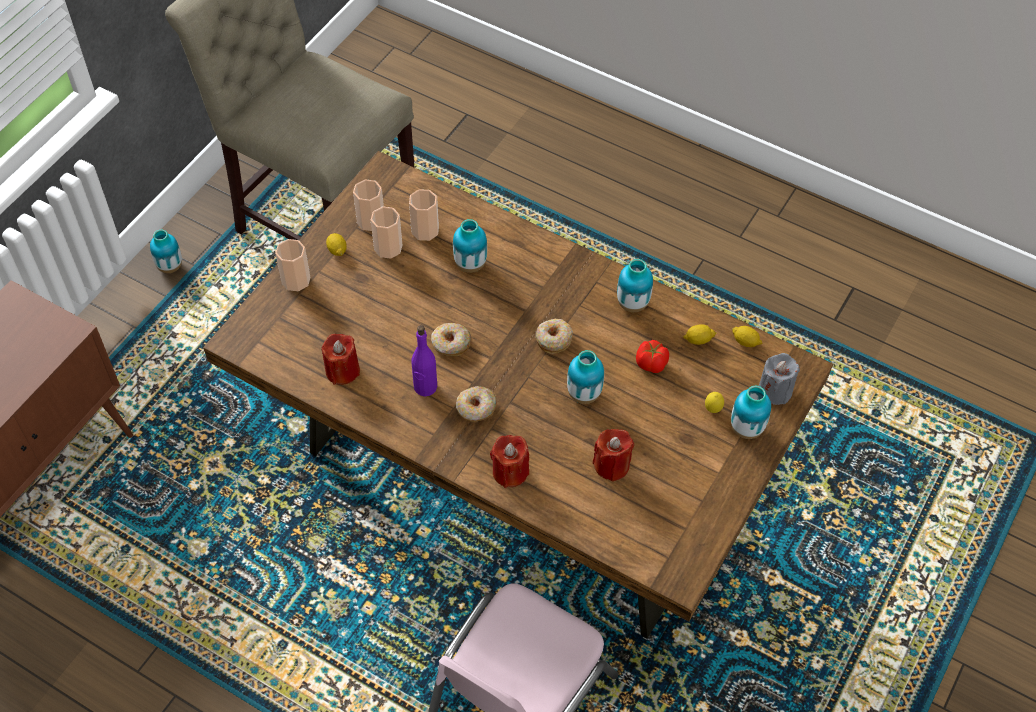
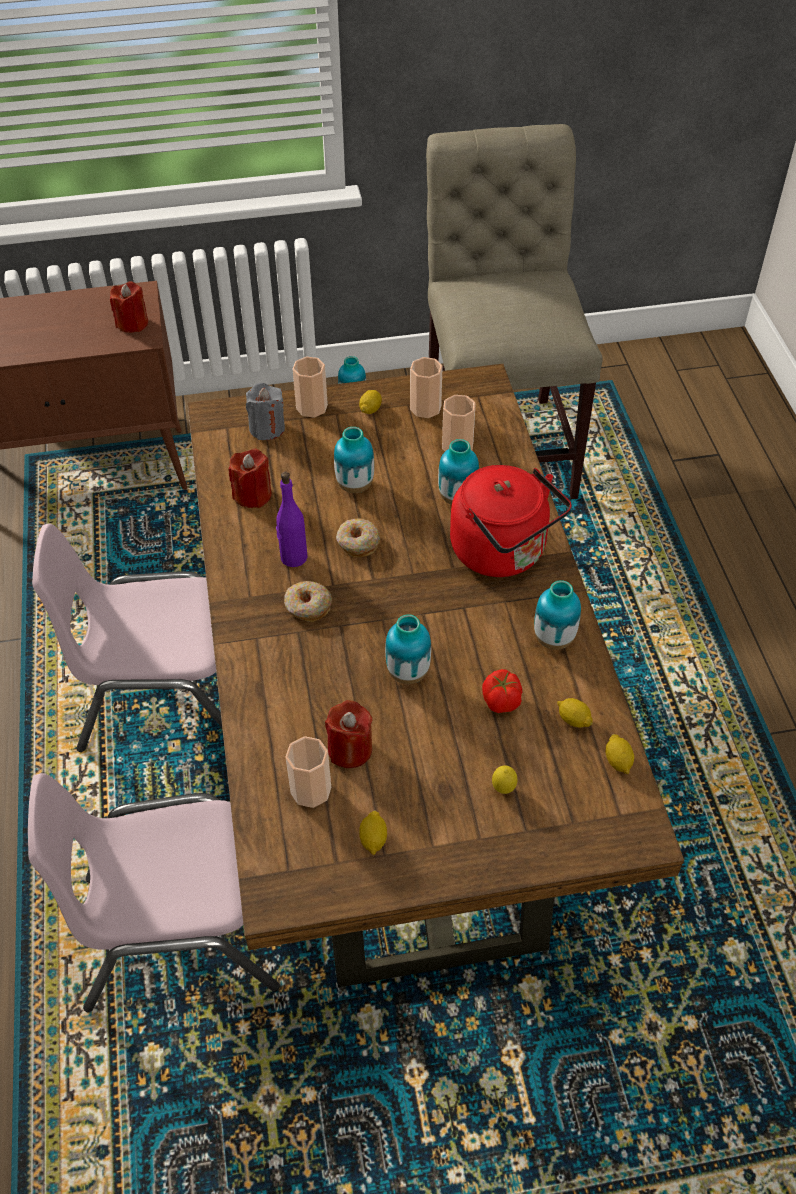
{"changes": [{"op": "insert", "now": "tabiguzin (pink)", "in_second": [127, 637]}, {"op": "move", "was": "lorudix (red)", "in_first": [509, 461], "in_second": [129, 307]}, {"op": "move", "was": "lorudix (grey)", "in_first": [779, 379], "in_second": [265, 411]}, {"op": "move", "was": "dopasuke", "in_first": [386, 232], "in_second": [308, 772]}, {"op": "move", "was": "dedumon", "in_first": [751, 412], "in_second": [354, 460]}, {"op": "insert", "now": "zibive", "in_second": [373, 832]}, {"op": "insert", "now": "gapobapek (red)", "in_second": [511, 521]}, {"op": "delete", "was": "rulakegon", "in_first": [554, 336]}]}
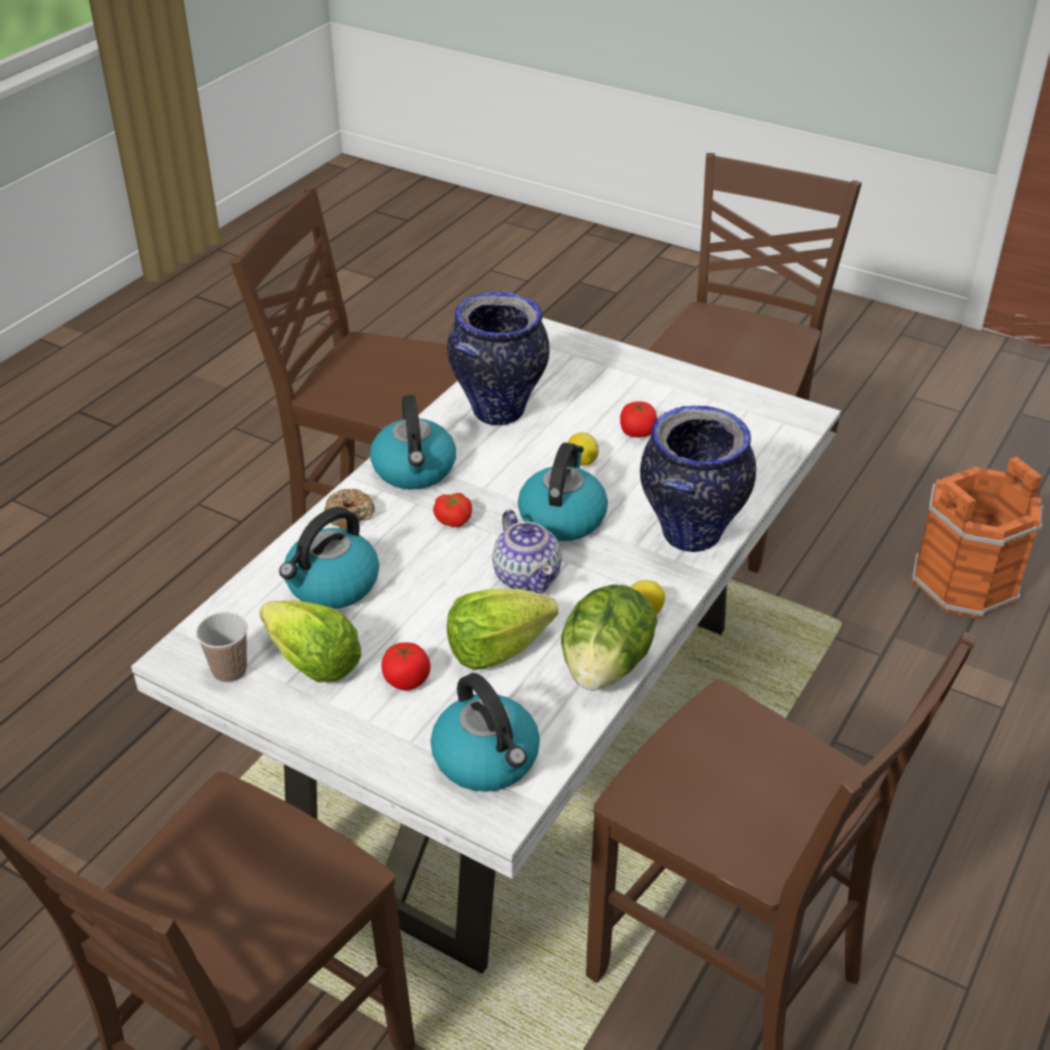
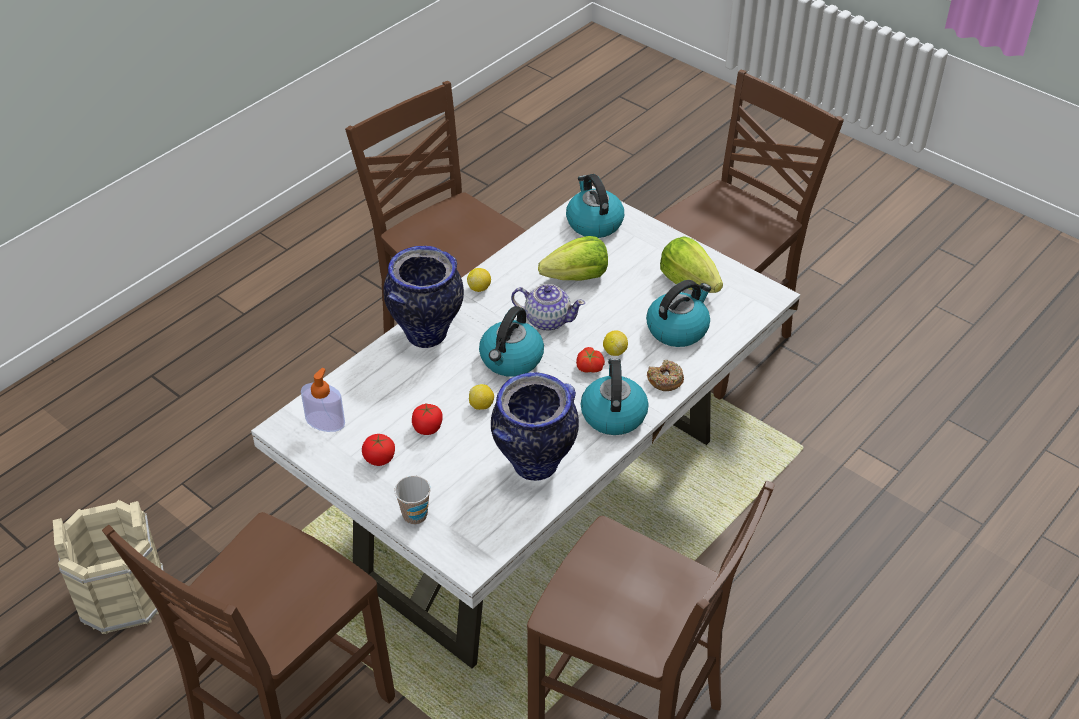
{"changes": [{"op": "recolor", "was": "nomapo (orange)", "now": "nomapo (beige)", "in_first": [978, 538], "in_second": [108, 567]}, {"op": "insert", "now": "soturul", "in_second": [323, 400]}, {"op": "move", "was": "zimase", "in_first": [406, 666], "in_second": [378, 450]}, {"op": "move", "was": "dopasuke", "in_first": [222, 647], "in_second": [412, 500]}, {"op": "rotate", "was": "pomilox", "in_first": [527, 551], "in_second": [548, 307], "clockwise": 120}, {"op": "insert", "now": "zibive", "in_second": [615, 343]}, {"op": "delete", "was": "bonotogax", "in_first": [609, 637]}]}
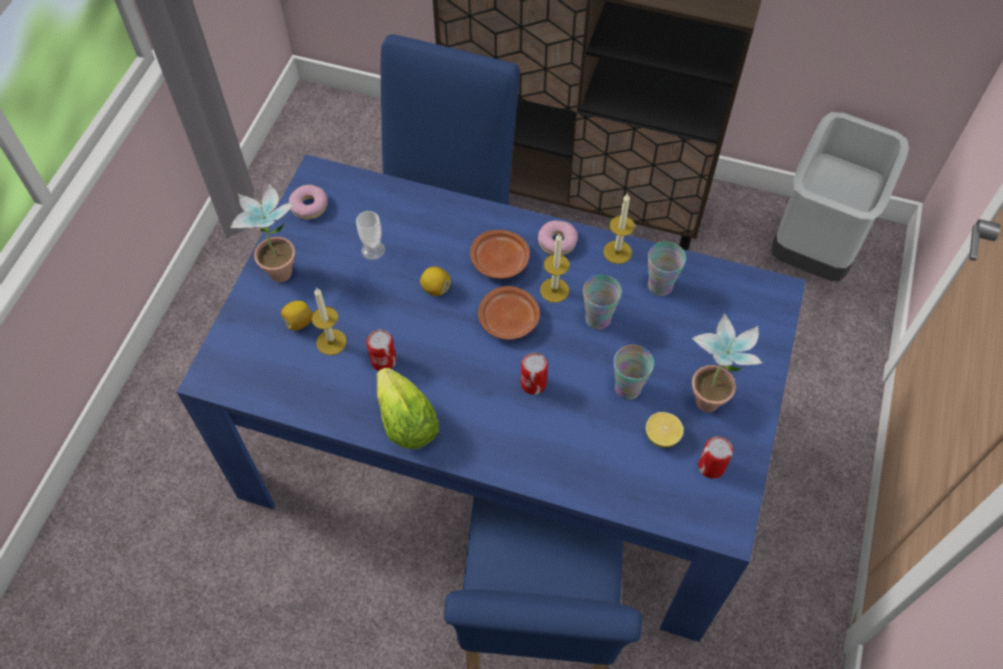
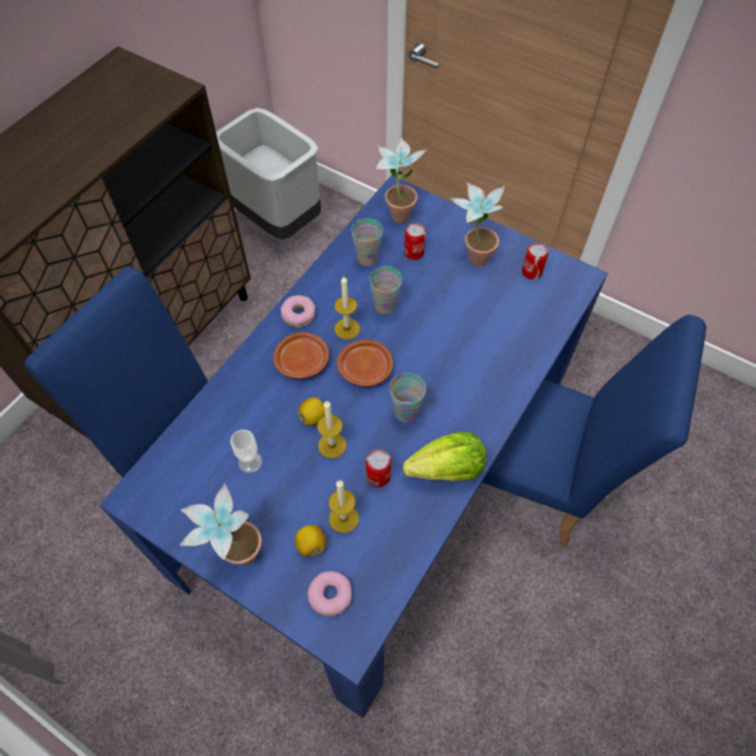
{"changes": [{"op": "move", "was": "rulakegon", "in_first": [308, 202], "in_second": [330, 594]}, {"op": "move", "was": "lorudix", "in_first": [619, 228], "in_second": [331, 430]}, {"op": "insert", "now": "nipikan", "in_second": [401, 180]}, {"op": "move", "was": "dopasuke", "in_first": [634, 372], "in_second": [408, 397]}, {"op": "move", "was": "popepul", "in_first": [534, 373], "in_second": [415, 241]}, {"op": "delete", "was": "zibive", "in_first": [665, 429]}]}
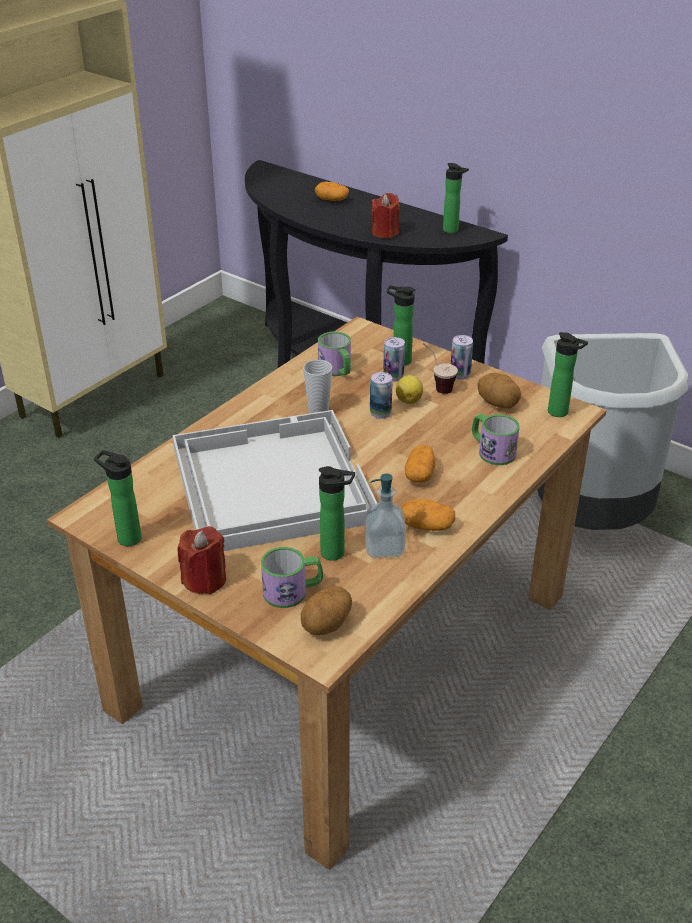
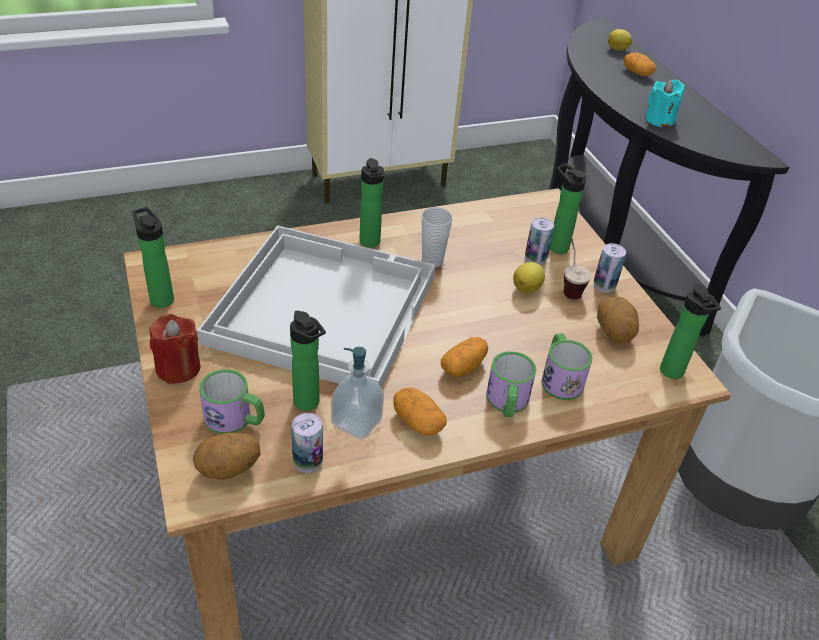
{"changes": [{"op": "move", "was": "popepul", "in_first": [381, 395], "in_second": [307, 443]}, {"op": "move", "was": "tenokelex", "in_first": [456, 198], "in_second": [371, 203]}, {"op": "move", "was": "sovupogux", "in_first": [334, 354], "in_second": [511, 384]}, {"op": "insert", "now": "zibive", "in_second": [620, 40]}, {"op": "recolor", "was": "lorudix (red)", "now": "lorudix (turquoise)", "in_first": [385, 215], "in_second": [665, 103]}]}
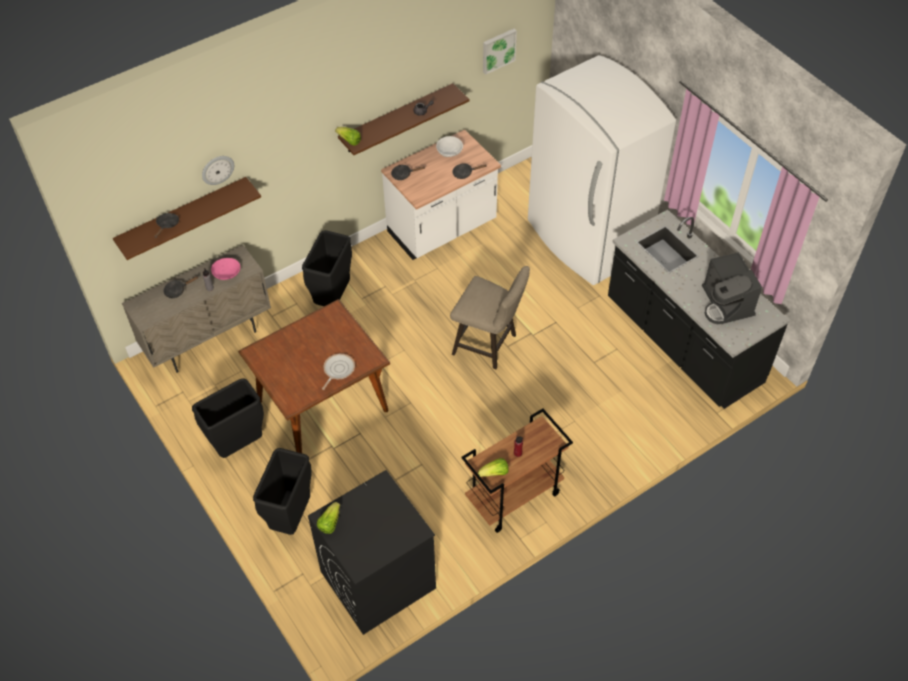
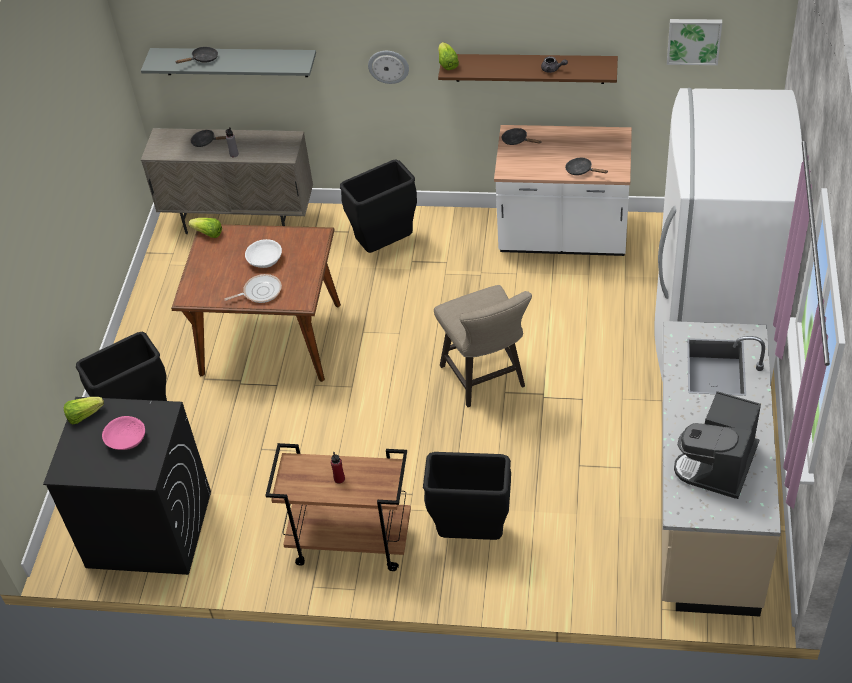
{"changes": [{"op": "move", "was": "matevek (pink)", "in_first": [225, 269], "in_second": [123, 433]}, {"op": "recolor", "was": "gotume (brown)", "now": "gotume (grey)", "in_first": [187, 218], "in_second": [228, 62]}, {"op": "move", "was": "bonotogax", "in_first": [493, 467], "in_second": [205, 228]}, {"op": "move", "was": "matevek (white)", "in_first": [449, 146], "in_second": [263, 253]}, {"op": "move", "was": "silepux", "in_first": [218, 170], "in_second": [388, 67]}, {"op": "move", "was": "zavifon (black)", "in_first": [228, 418], "in_second": [467, 496]}, {"op": "recolor", "was": "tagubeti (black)", "now": "tagubeti (beige)", "in_first": [699, 309], "in_second": [721, 468]}]}
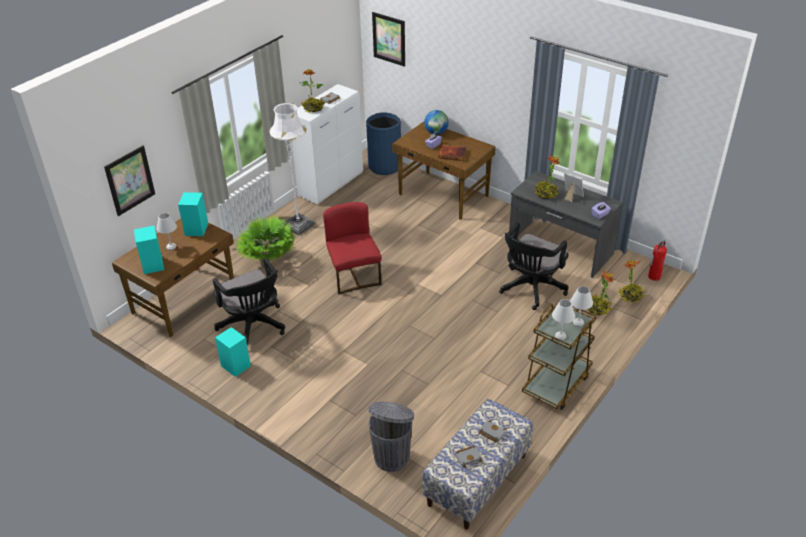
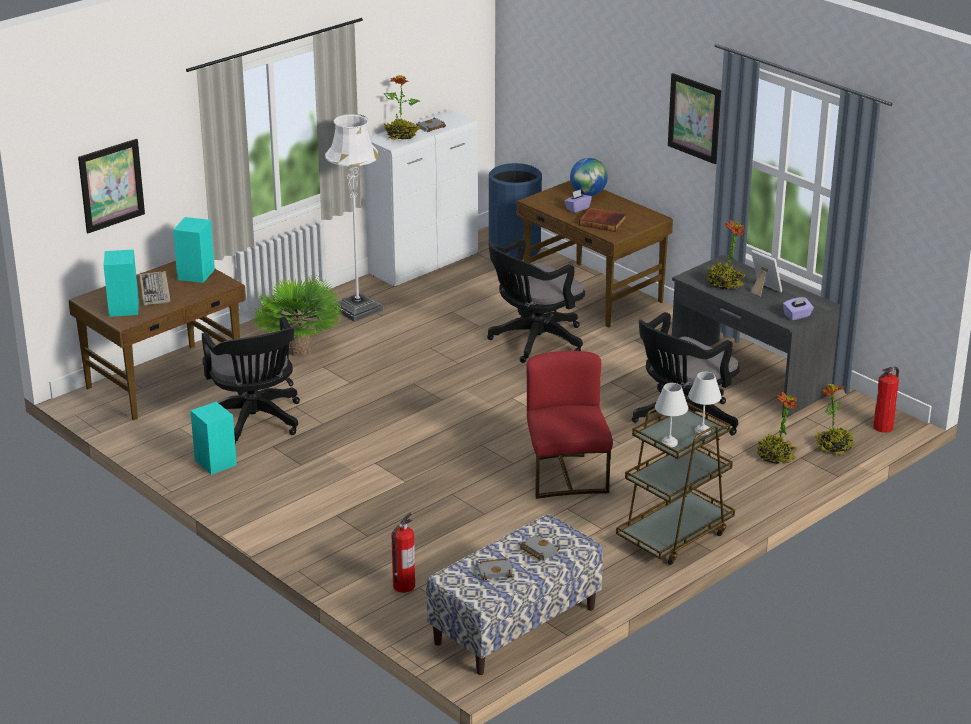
{"changes": [{"op": "replace", "was": "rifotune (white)", "now": "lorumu", "in_first": [167, 231], "in_second": [154, 288]}, {"op": "replace", "was": "zavifon (grey)", "now": "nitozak", "in_first": [391, 436], "in_second": [403, 553]}, {"op": "insert", "now": "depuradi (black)", "in_second": [536, 300]}, {"op": "move", "was": "tabiguzin (red)", "in_first": [352, 248], "in_second": [570, 425]}, {"op": "move", "was": "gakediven", "in_first": [388, 39], "in_second": [694, 118]}]}
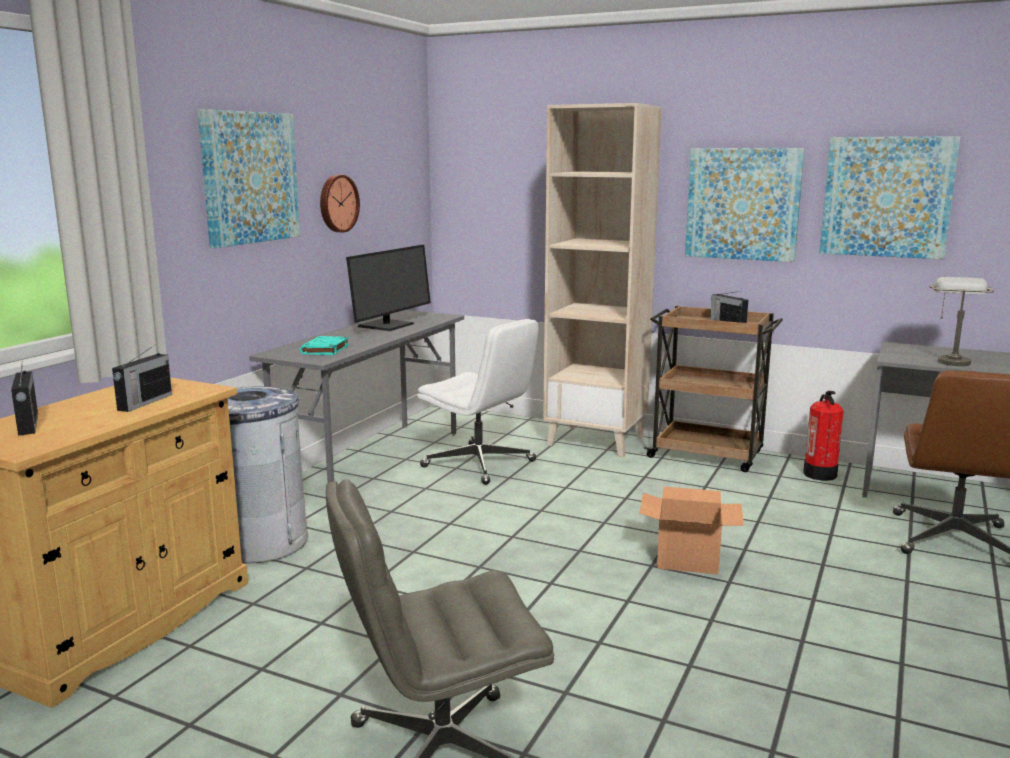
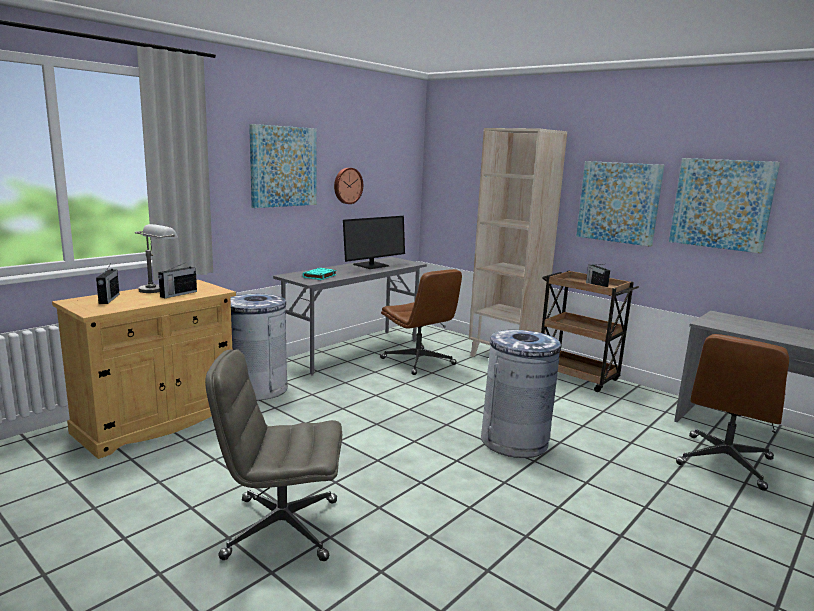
{"changes": [{"op": "move", "was": "rifotune (grey)", "in_first": [962, 321], "in_second": [156, 258]}, {"op": "recolor", "was": "depuradi (white)", "now": "depuradi (brown)", "in_first": [477, 402], "in_second": [421, 322]}, {"op": "replace", "was": "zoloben", "now": "zavifon (grey)", "in_first": [691, 530], "in_second": [521, 394]}, {"op": "delete", "was": "nitozak", "in_first": [823, 436]}]}
